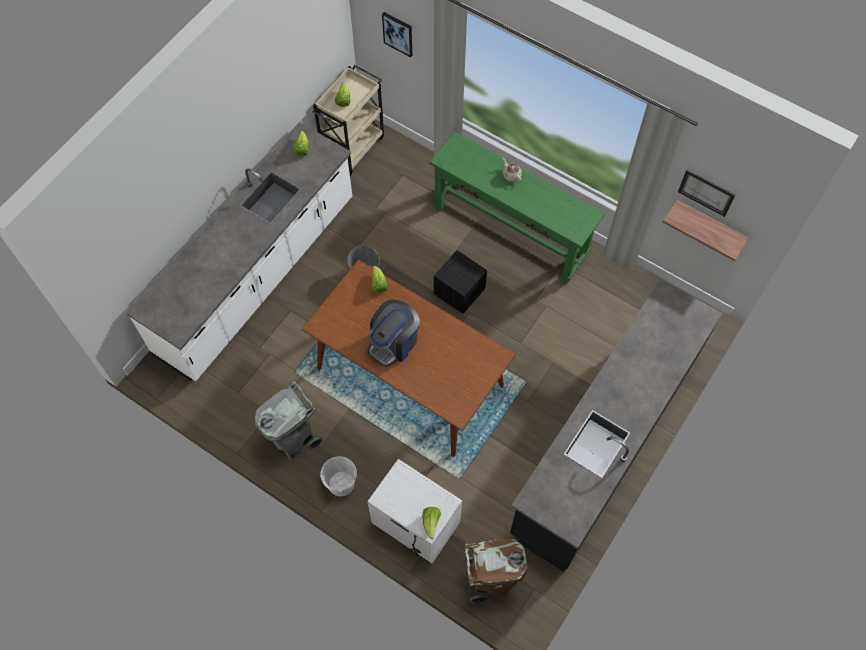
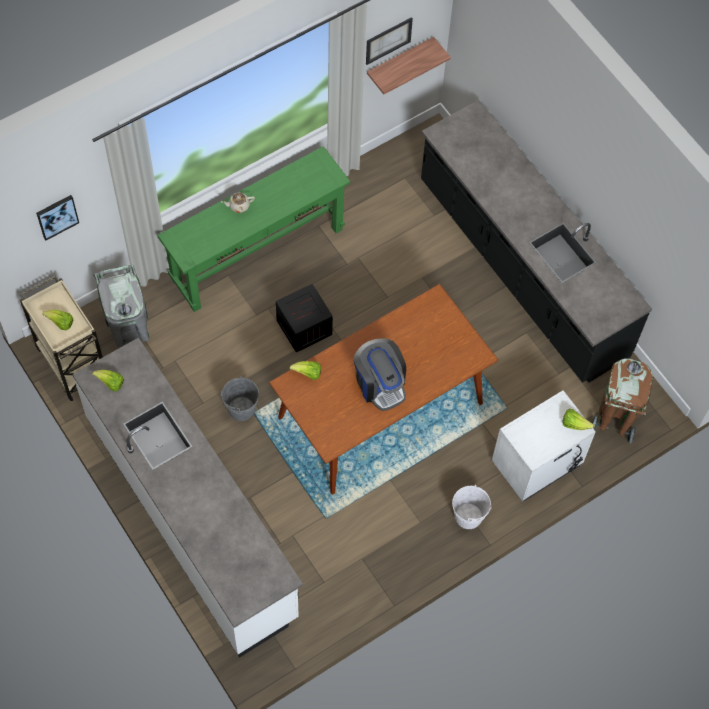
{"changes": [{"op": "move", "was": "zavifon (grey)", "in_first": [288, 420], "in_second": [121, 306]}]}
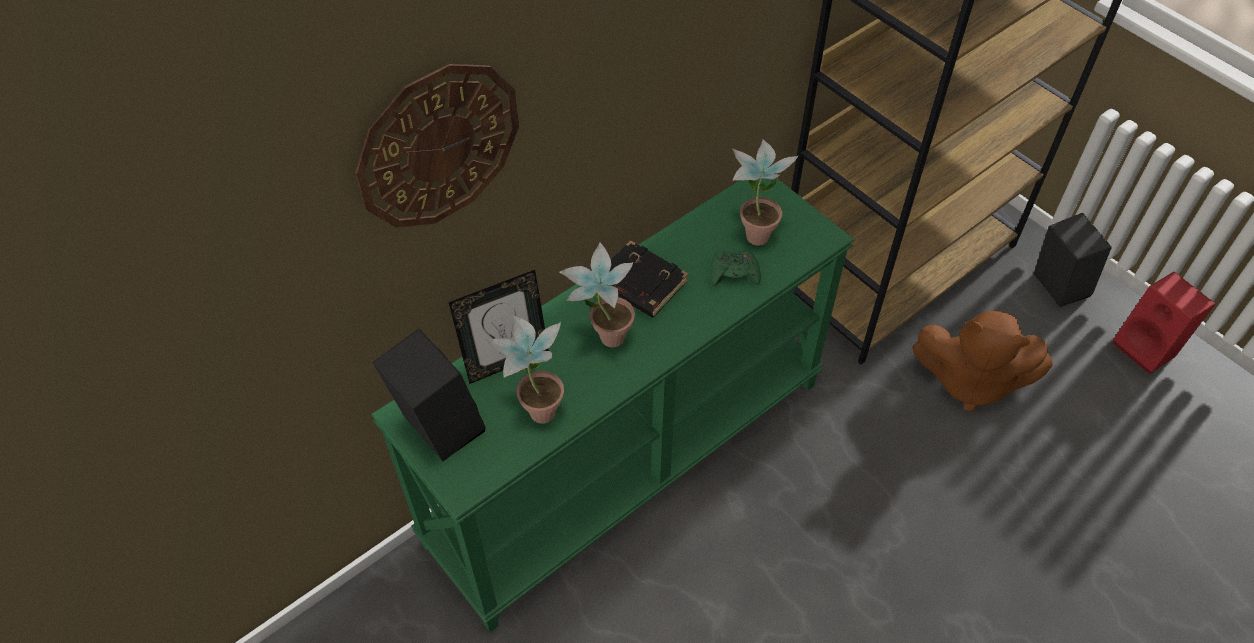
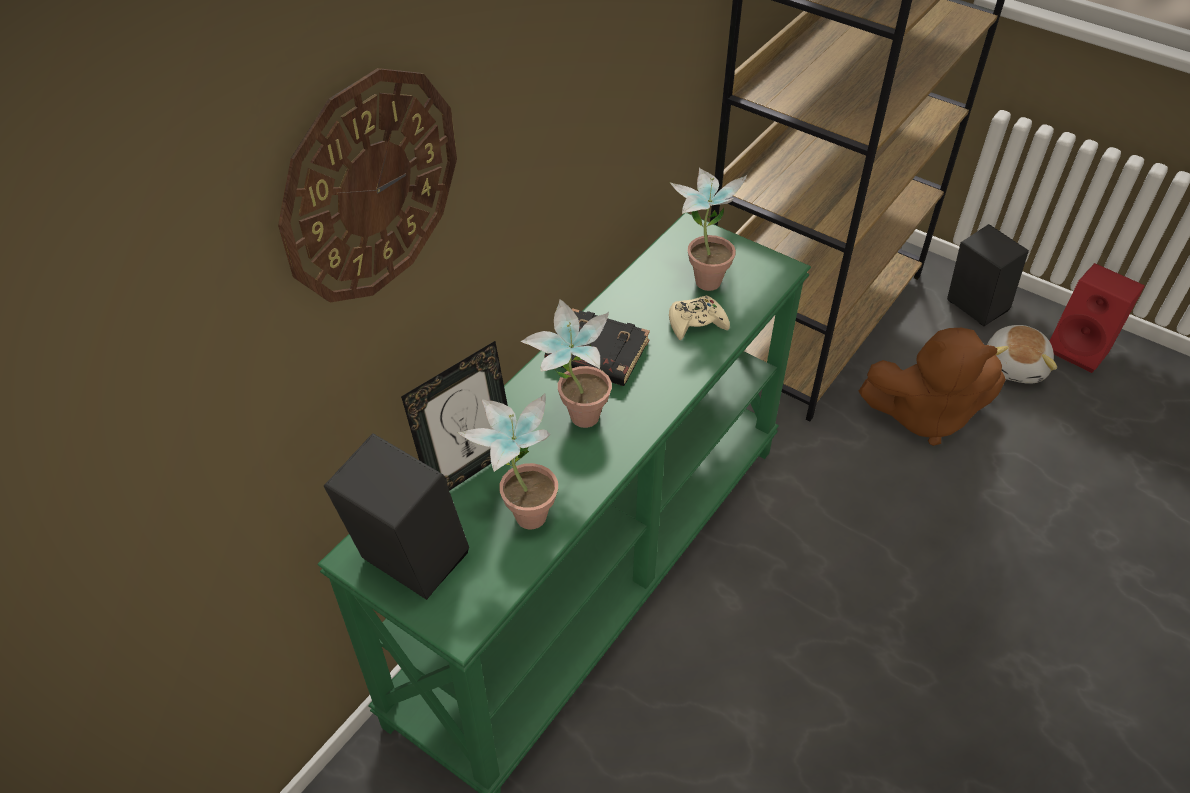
{"changes": [{"op": "recolor", "was": "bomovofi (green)", "now": "bomovofi (beige)", "in_first": [735, 268], "in_second": [699, 317]}, {"op": "insert", "now": "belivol", "in_second": [1022, 354]}]}
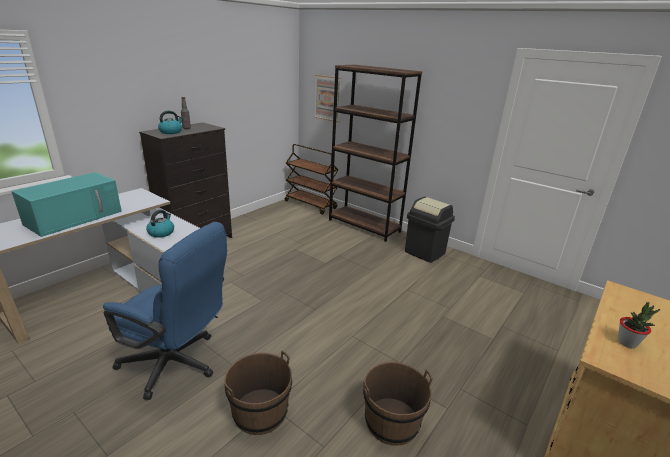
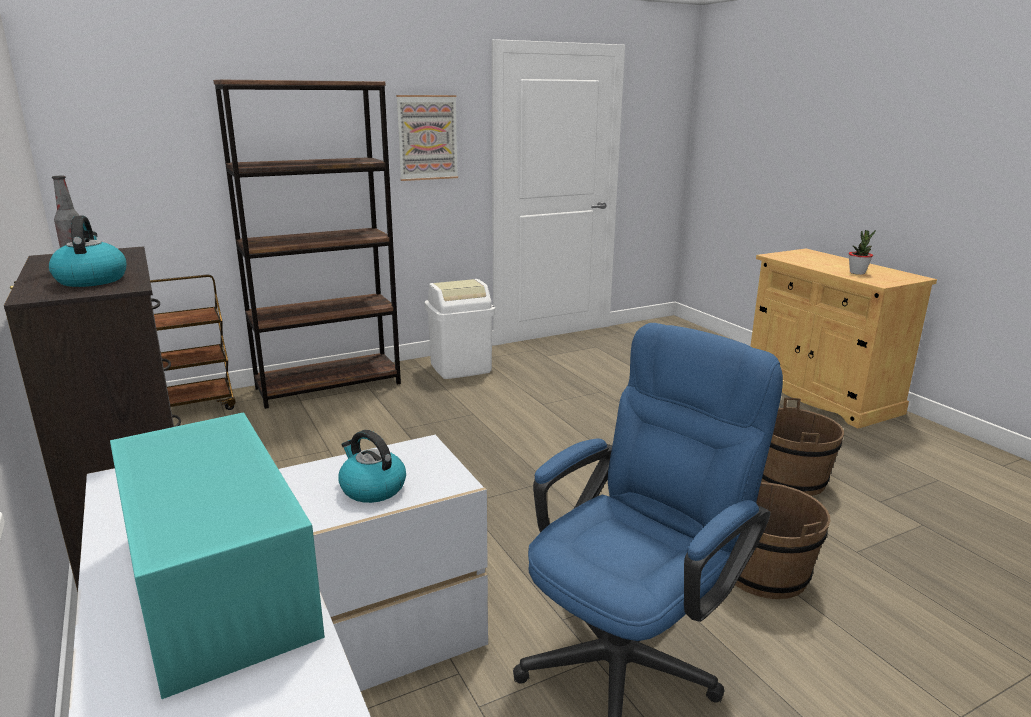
{"changes": [{"op": "move", "was": "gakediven", "in_first": [328, 98], "in_second": [427, 138]}, {"op": "recolor", "was": "zavifon (black)", "now": "zavifon (white)", "in_first": [430, 230], "in_second": [460, 329]}]}
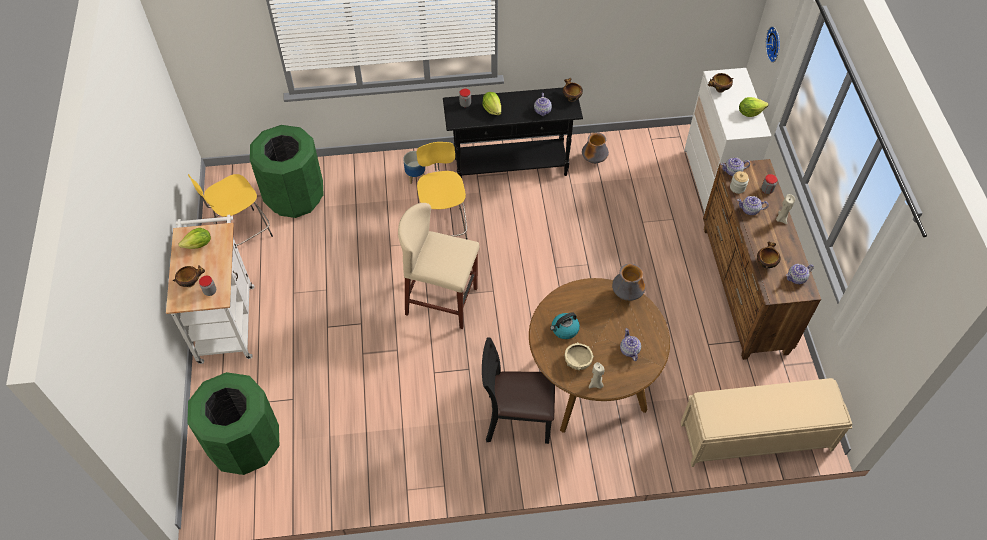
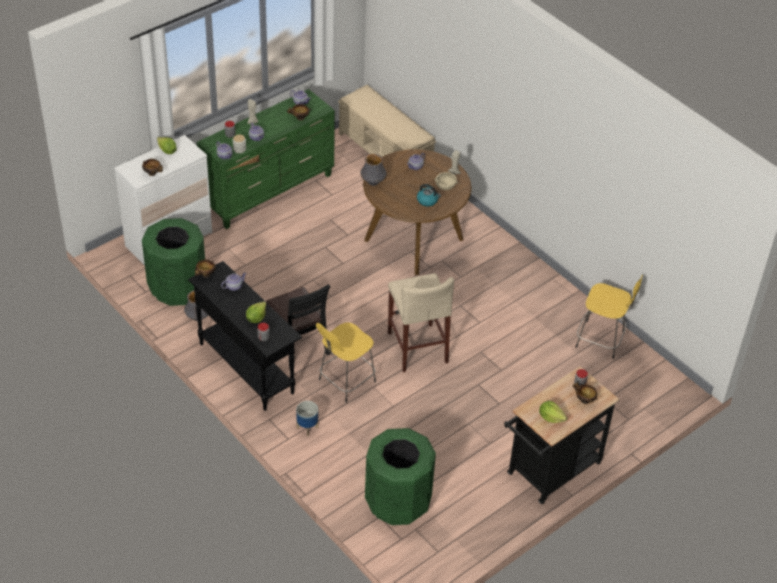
{"changes": [{"op": "move", "was": "zavifon (green)", "in_first": [233, 423], "in_second": [173, 262]}, {"op": "recolor", "was": "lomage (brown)", "now": "lomage (green)", "in_first": [762, 259], "in_second": [266, 159]}, {"op": "move", "was": "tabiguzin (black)", "in_first": [518, 390], "in_second": [298, 326]}, {"op": "recolor", "was": "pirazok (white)", "now": "pirazok (black)", "in_first": [210, 289], "in_second": [562, 435]}, {"op": "move", "was": "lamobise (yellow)", "in_first": [230, 210], "in_second": [609, 317]}, {"op": "delete", "was": "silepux", "in_first": [773, 44]}]}
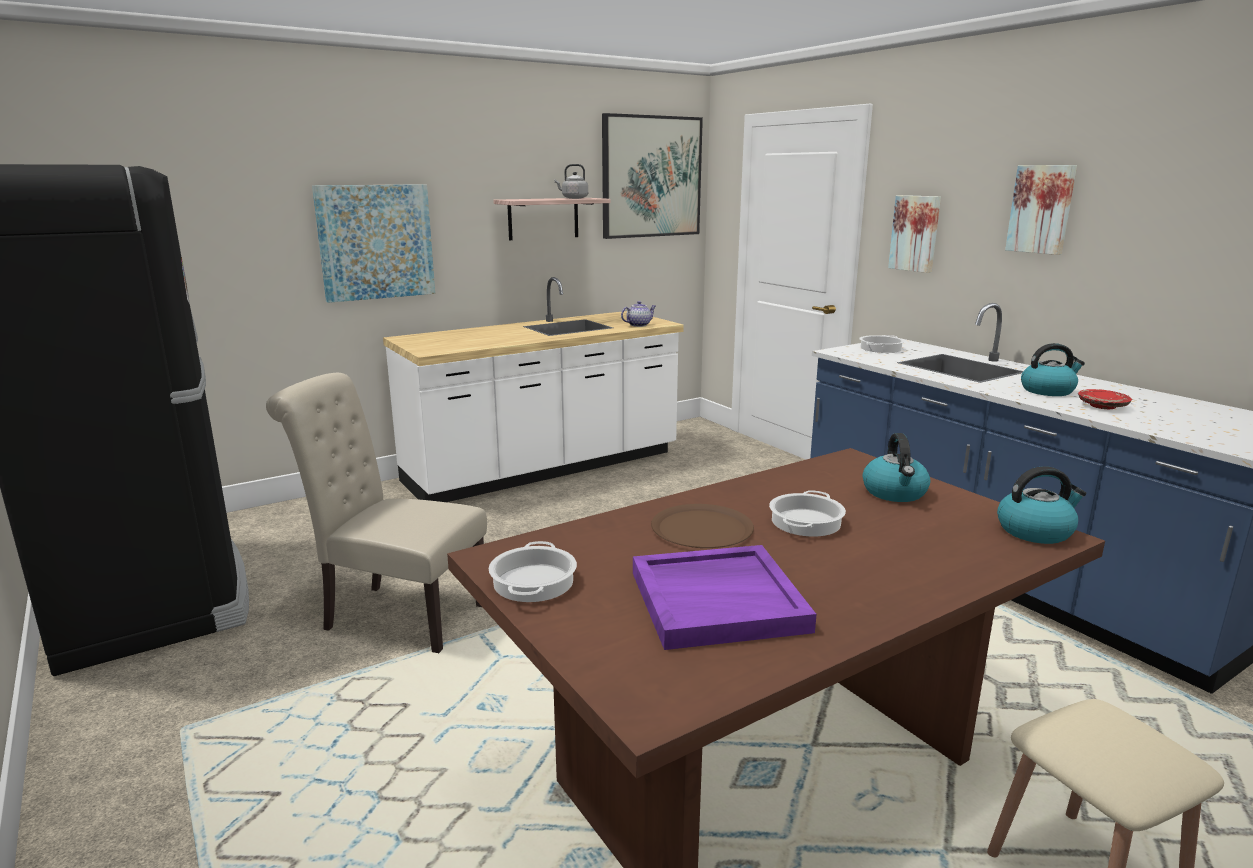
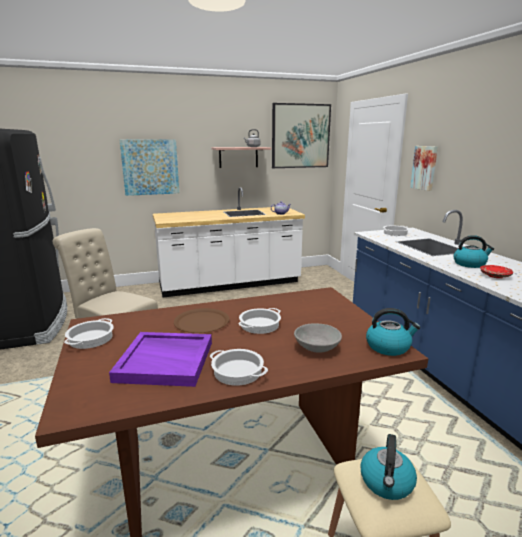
{"changes": [{"op": "insert", "now": "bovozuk", "in_second": [238, 367]}, {"op": "insert", "now": "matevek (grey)", "in_second": [318, 338]}, {"op": "move", "was": "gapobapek", "in_first": [896, 467], "in_second": [389, 467]}, {"op": "delete", "was": "gakediven", "in_first": [1041, 210]}]}
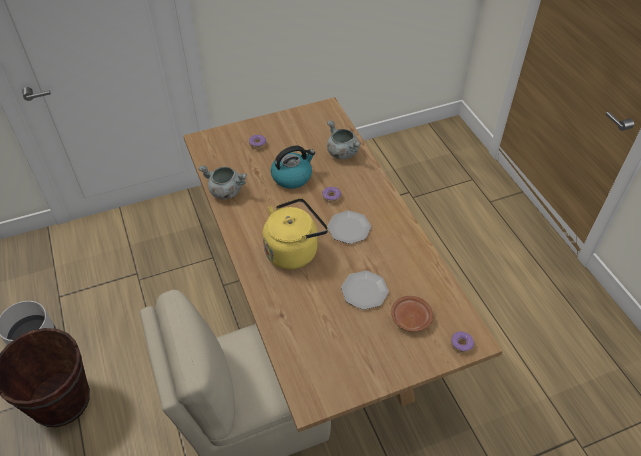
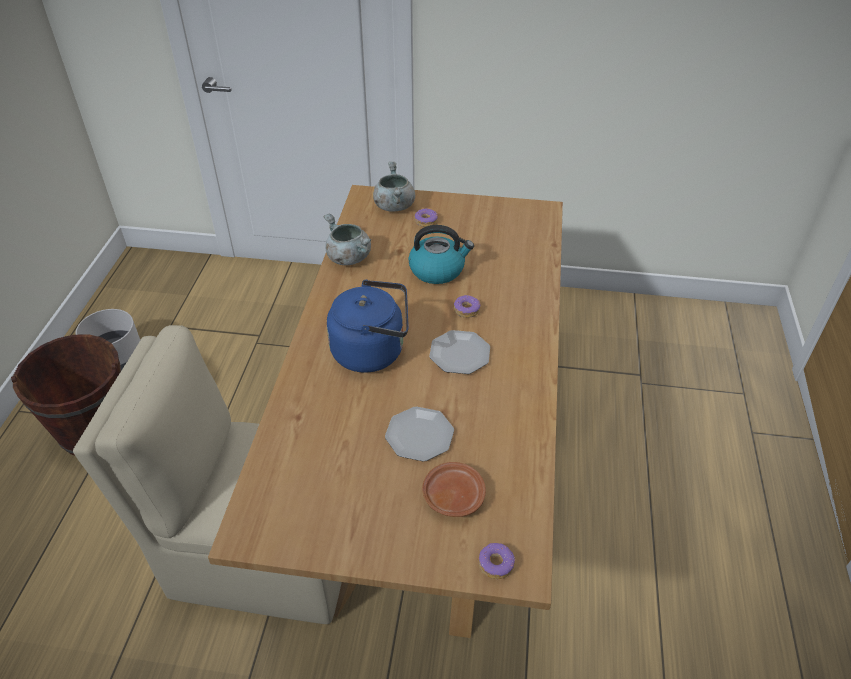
{"changes": [{"op": "recolor", "was": "gapobapek (yellow)", "now": "gapobapek (blue)", "in_first": [295, 233], "in_second": [368, 326]}, {"op": "move", "was": "bovozuk (grey)", "in_first": [344, 139], "in_second": [394, 186]}]}
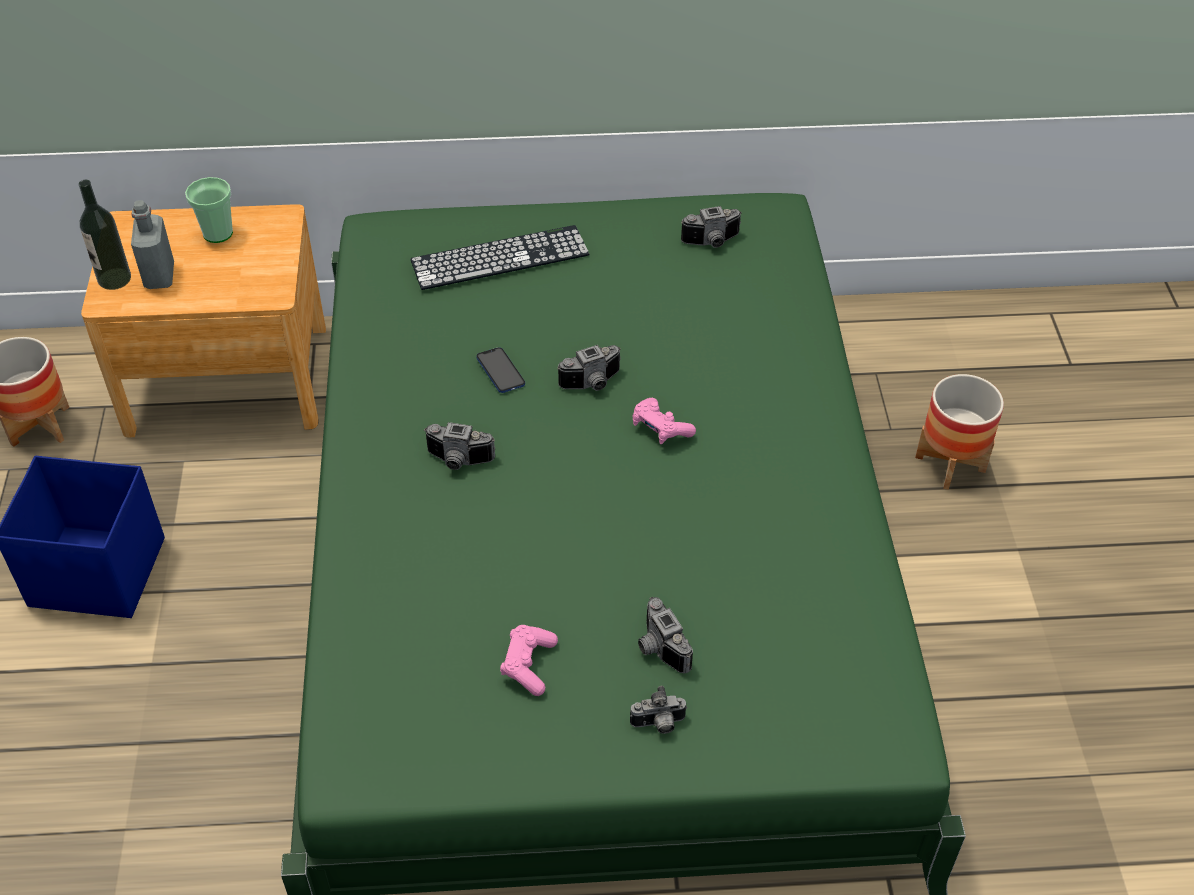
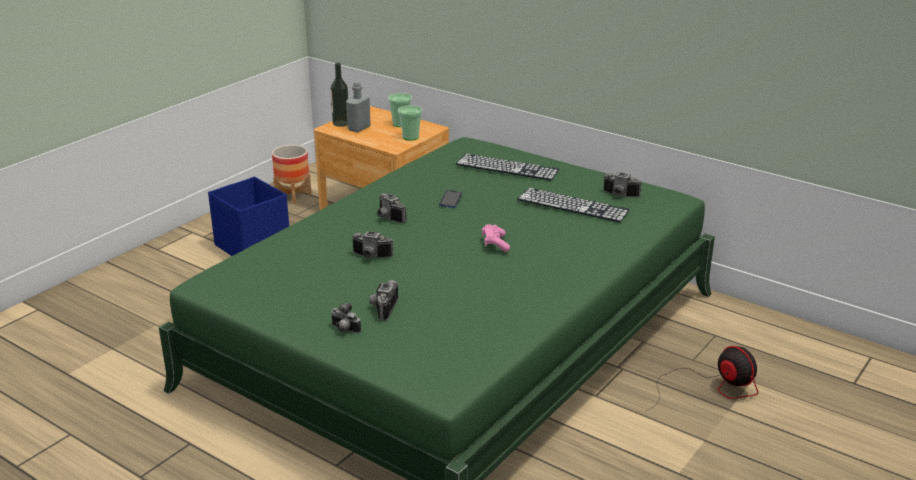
{"changes": [{"op": "move", "was": "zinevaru", "in_first": [589, 368], "in_second": [373, 244]}, {"op": "insert", "now": "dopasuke", "in_second": [410, 123]}, {"op": "insert", "now": "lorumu", "in_second": [573, 205]}, {"op": "replace", "was": "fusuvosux", "now": "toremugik", "in_first": [959, 432], "in_second": [702, 378]}, {"op": "delete", "was": "bomovofi (pink)", "in_first": [529, 660]}]}
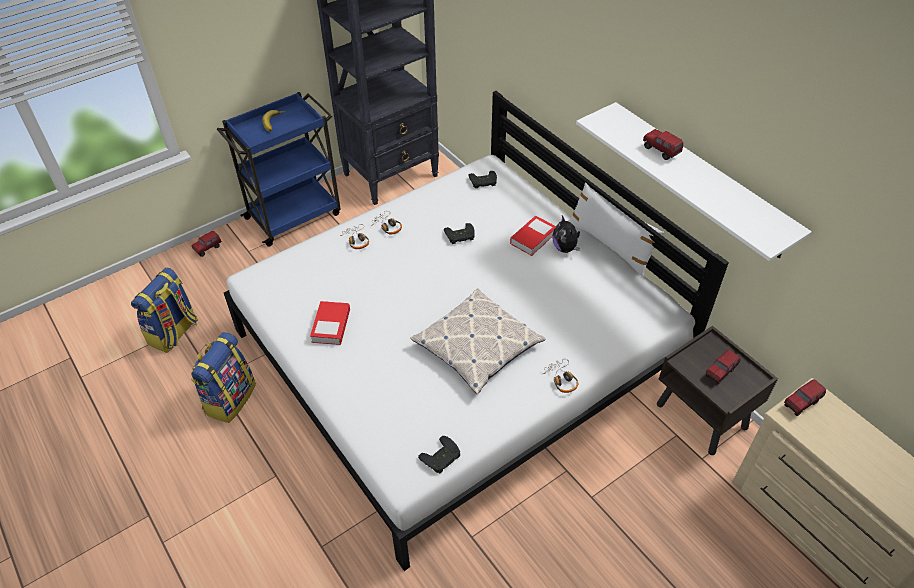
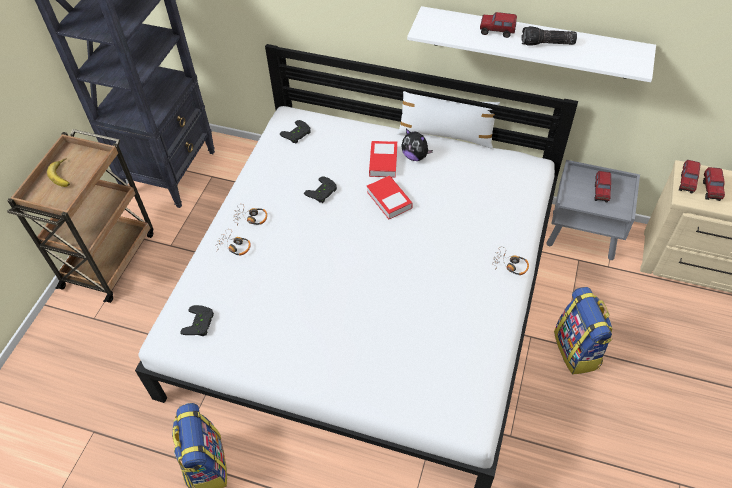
{"changes": [{"op": "recolor", "was": "pirazok (blue)", "now": "pirazok (brown)", "in_first": [279, 169], "in_second": [80, 216]}, {"op": "move", "was": "bomovofi (black)", "in_first": [439, 455], "in_second": [197, 320]}, {"op": "move", "was": "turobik", "in_first": [330, 323], "in_second": [390, 198]}, {"op": "insert", "now": "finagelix", "in_second": [549, 36]}, {"op": "recolor", "was": "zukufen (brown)", "now": "zukufen (grey)", "in_first": [717, 390], "in_second": [593, 210]}, {"op": "move", "was": "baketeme", "in_first": [164, 310], "in_second": [583, 330]}, {"op": "move", "was": "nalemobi", "in_first": [207, 244], "in_second": [714, 184]}, {"op": "delete", "was": "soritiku", "in_first": [478, 341]}]}
